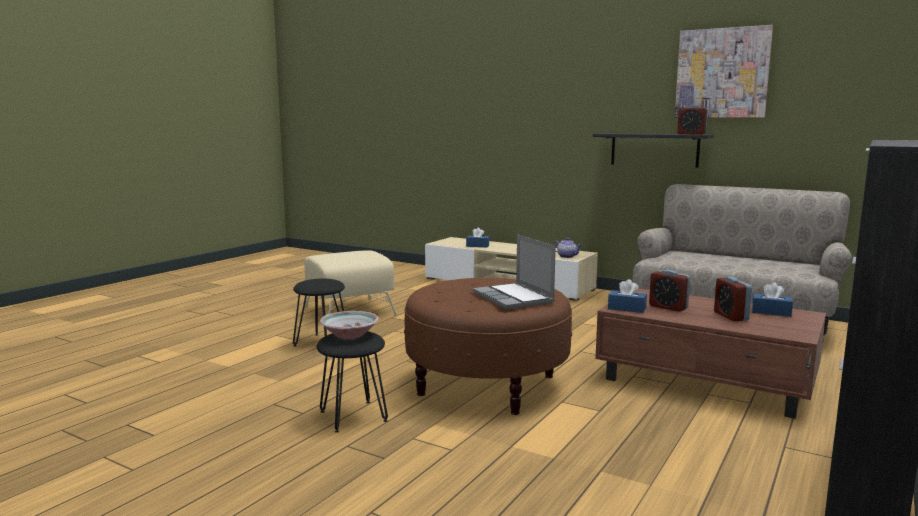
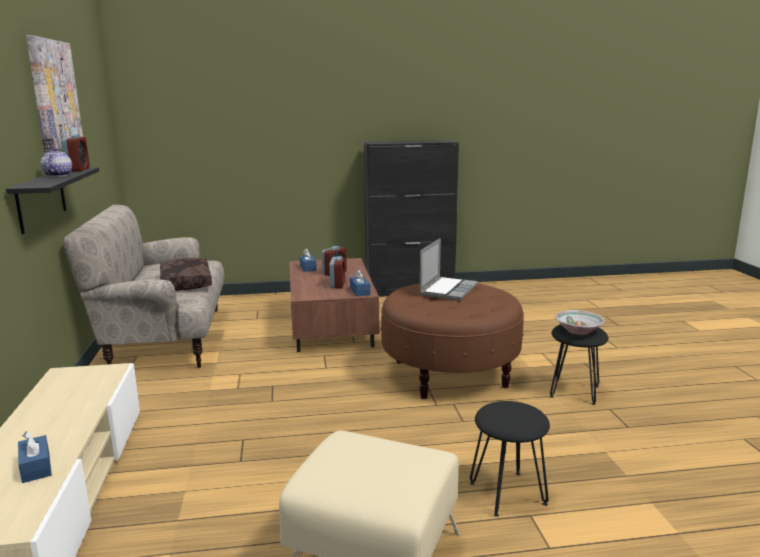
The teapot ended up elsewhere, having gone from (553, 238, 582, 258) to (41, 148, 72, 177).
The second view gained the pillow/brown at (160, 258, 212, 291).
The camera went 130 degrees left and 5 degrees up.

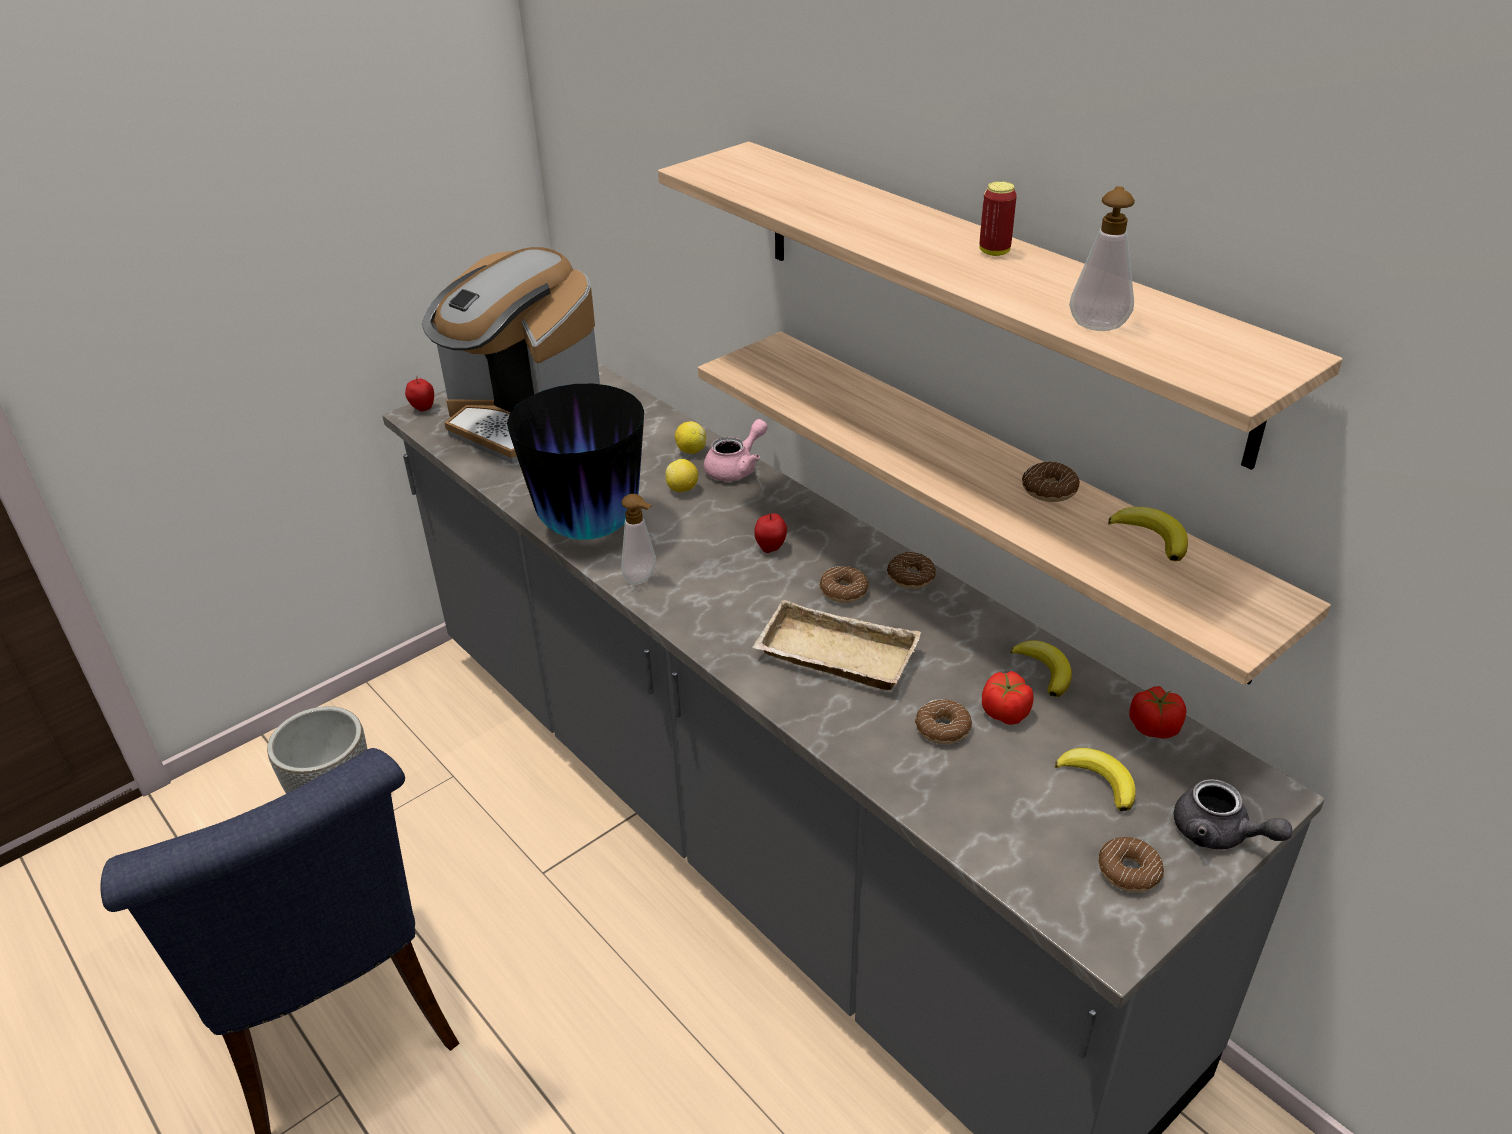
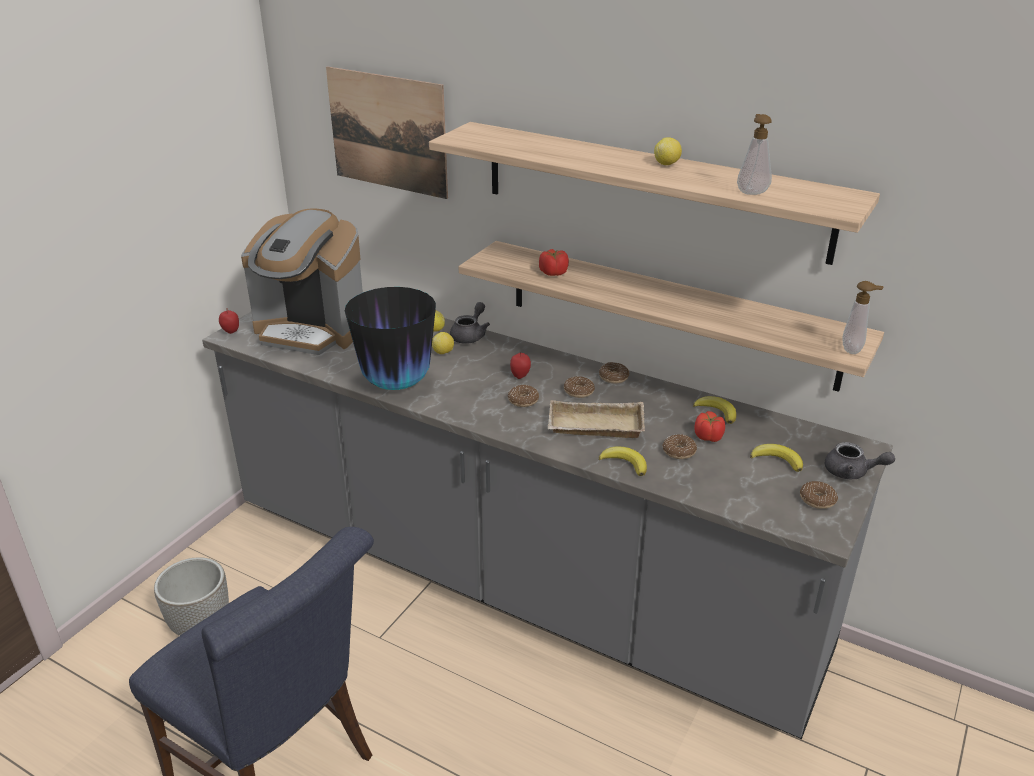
The second view gained the picture at (326, 66, 448, 199).
What was the teapot/pink at (704, 419, 768, 481) turned into the teapot/grey at (450, 302, 490, 344).
The donut ended up elsewhere, having gone from (1022, 461, 1080, 502) to (508, 385, 539, 407).
The tomato ended up elsewhere, having gone from (1129, 686, 1187, 739) to (539, 249, 569, 276).
The banana ended up elsewhere, having gone from (1108, 507, 1188, 561) to (599, 447, 647, 476).
Where the can stood at (979, 181, 1017, 256), the lemon came to stand at (654, 137, 682, 165).
The soap dispenser ended up elsewhere, having gone from (621, 494, 656, 585) to (842, 281, 884, 354).
The camera went 20 degrees left and 5 degrees down.

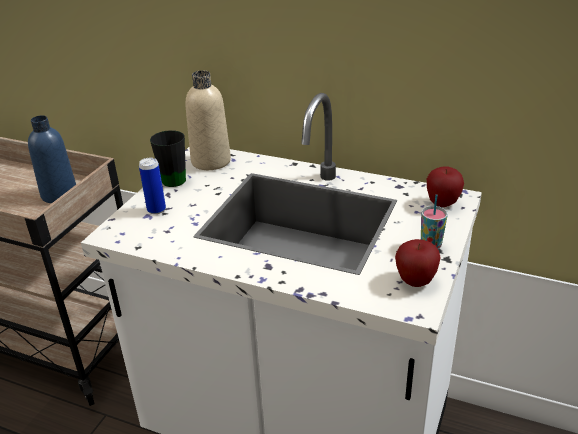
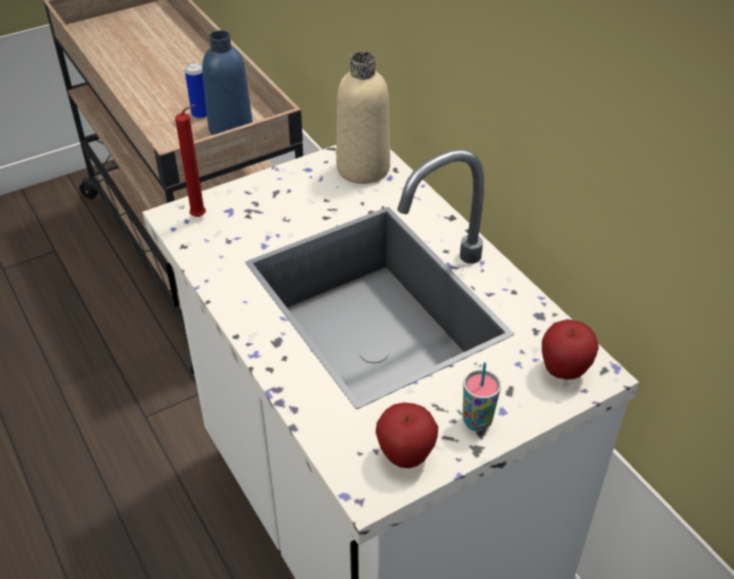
The second view gained the candle/red at (175, 104, 206, 217).
The can ended up elsewhere, having gone from (139, 158, 166, 214) to (185, 63, 207, 119).
The second view lost the mug/black at (150, 130, 186, 187).
The camera went 35 degrees right and 10 degrees up.

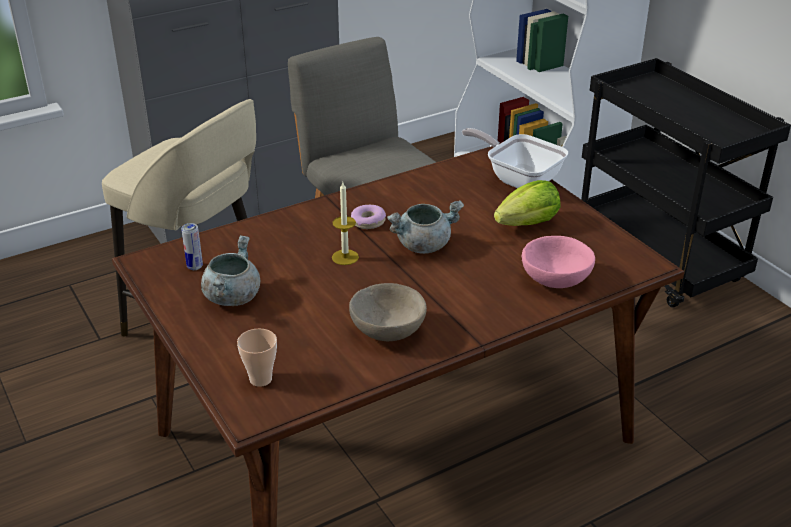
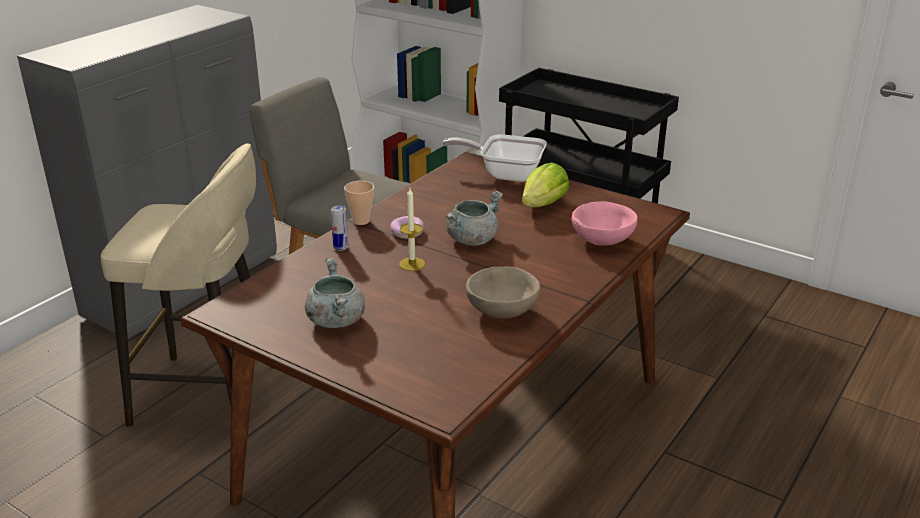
The can ended up elsewhere, having gone from (181, 223, 203, 270) to (331, 206, 348, 251).
The cup ended up elsewhere, having gone from (237, 329, 277, 387) to (344, 181, 374, 225).
The camera went 25 degrees left and 5 degrees down.

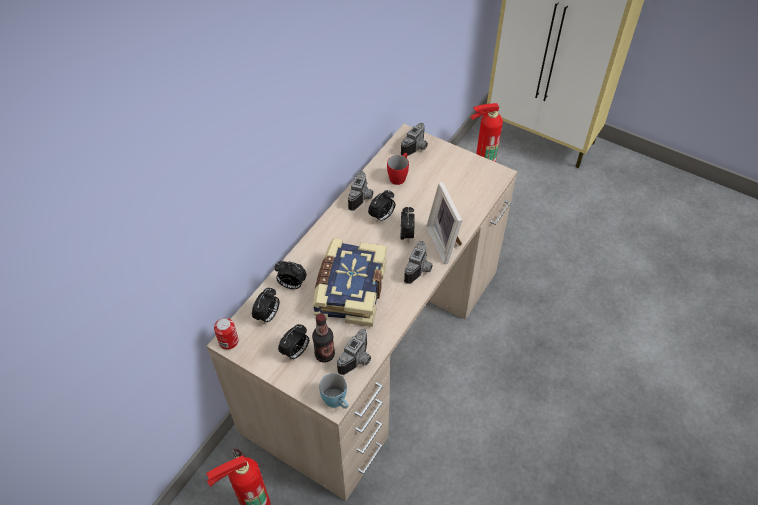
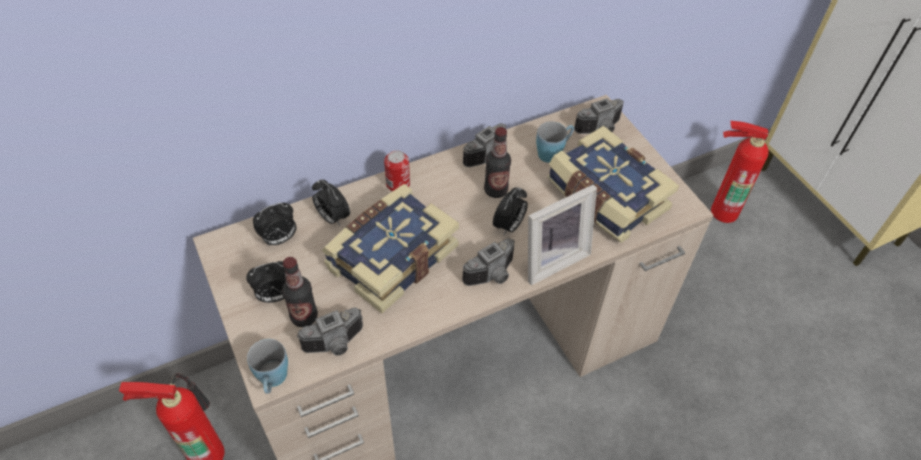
The can ended up elsewhere, having gone from (214, 318, 239, 350) to (384, 150, 410, 191).
Where the alarm clock stood at (368, 190, 395, 223), the bottle came to stand at (484, 127, 511, 198).
The picture frame at (426, 182, 462, 264) ended up facing another way, 135 degrees counterclockwise from before.
What was the mug/red at (387, 153, 409, 185) turned into the mug/blue at (536, 121, 574, 163).
The second view gained the book at (547, 126, 679, 243).
The camera went 30 degrees right and 0 degrees up.

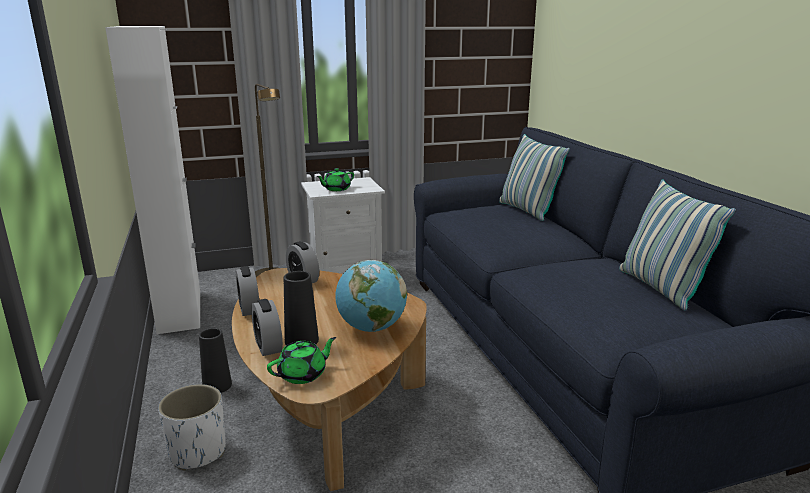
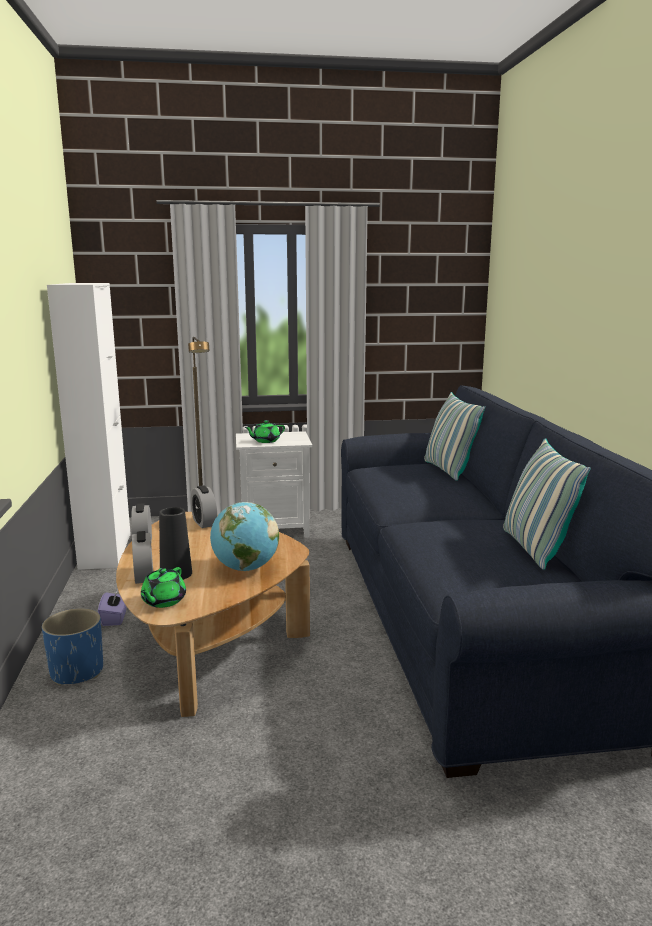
What was the planter/white at (158, 384, 226, 470) turned into the planter/blue at (42, 608, 103, 686).
Where the vase/black stood at (199, 328, 232, 393), the tissue box/purple came to stand at (98, 590, 127, 626).
The teapot/green at (267, 337, 336, 384) ended up facing another way, 135 degrees clockwise from before.
The camera went 10 degrees right and 5 degrees down.

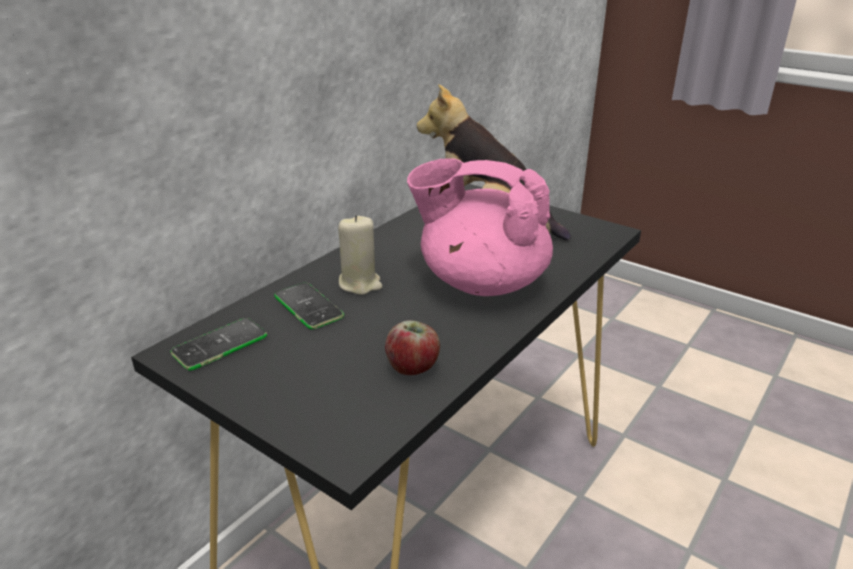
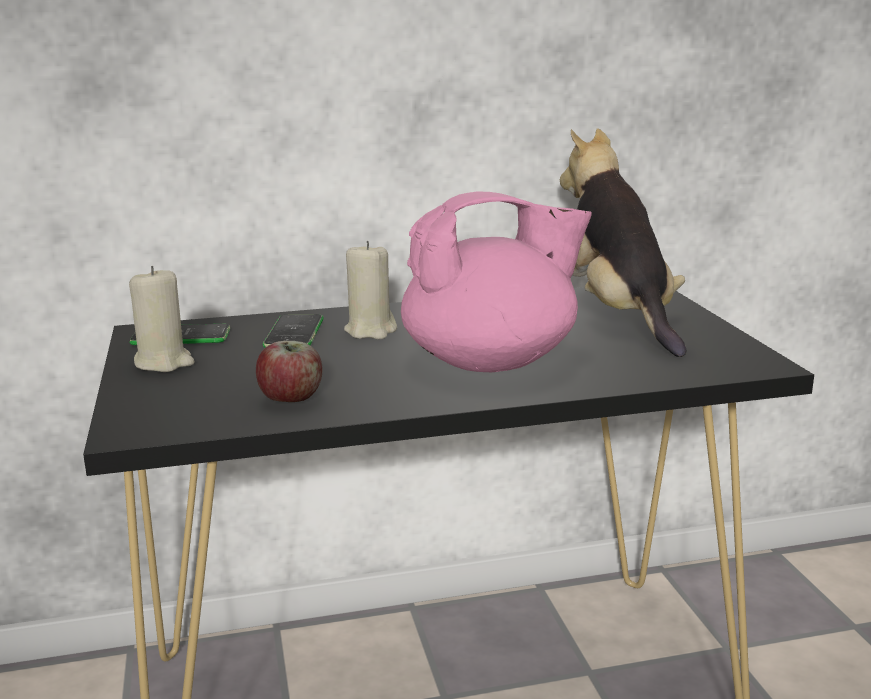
The second view gained the candle/beige at (129, 266, 195, 372).
The teapot/pink at (407, 158, 553, 296) ended up facing another way, 105 degrees clockwise from before.
The camera went 40 degrees right and 10 degrees down.

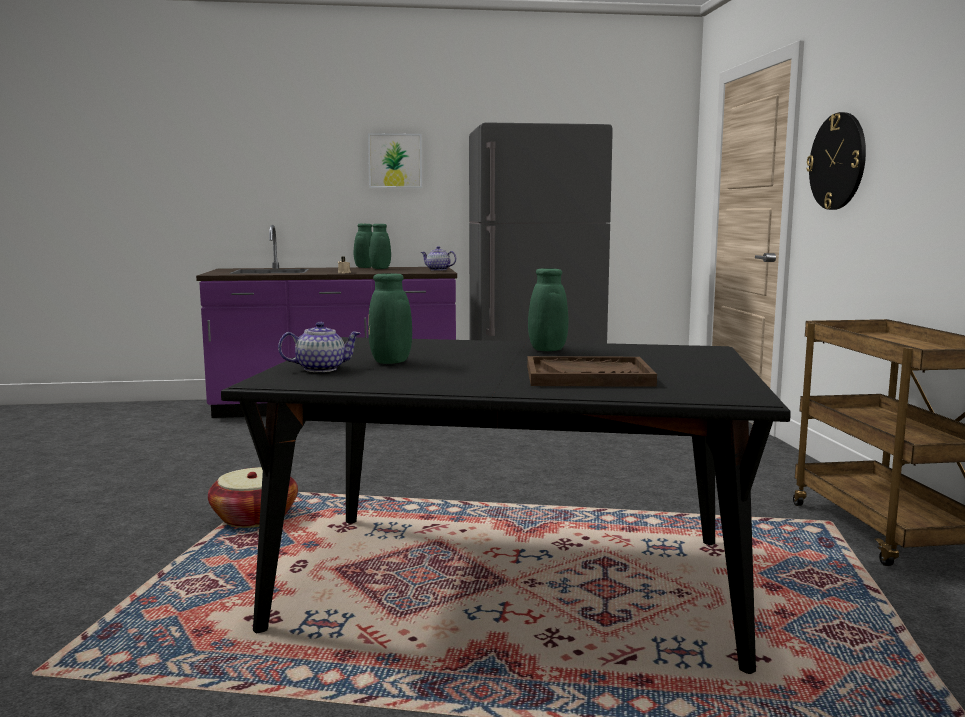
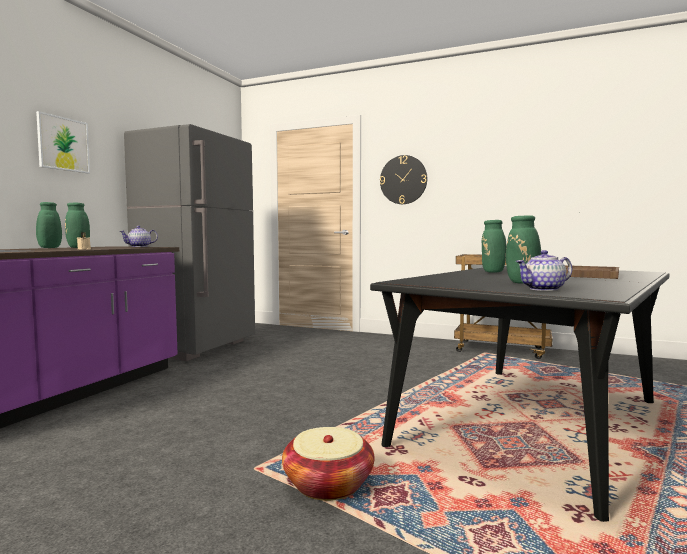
The teapot at (278, 322, 361, 372) ended up facing another way, 120 degrees counterclockwise from before.
The camera went 60 degrees left and 5 degrees down.

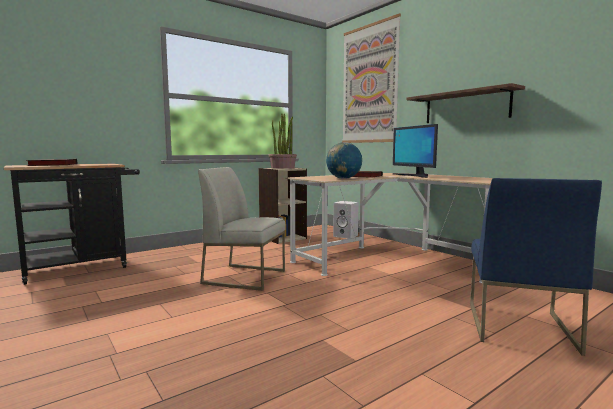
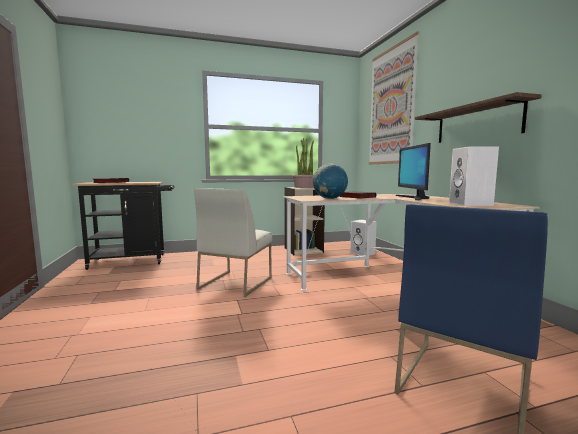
The chair/white at (198, 167, 285, 291) ended up facing another way, 105 degrees counterclockwise from before.
The second view gained the speaker/white at (449, 147, 499, 206).
The camera went 20 degrees right and 0 degrees up.

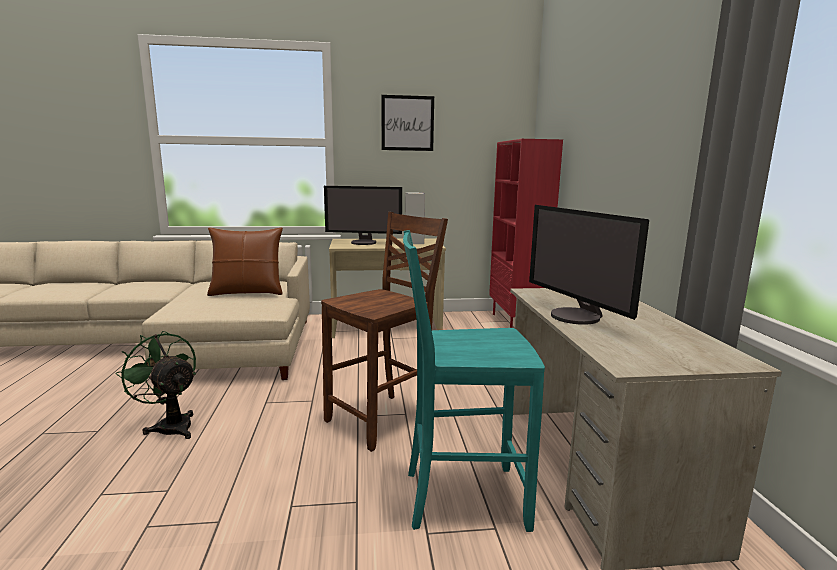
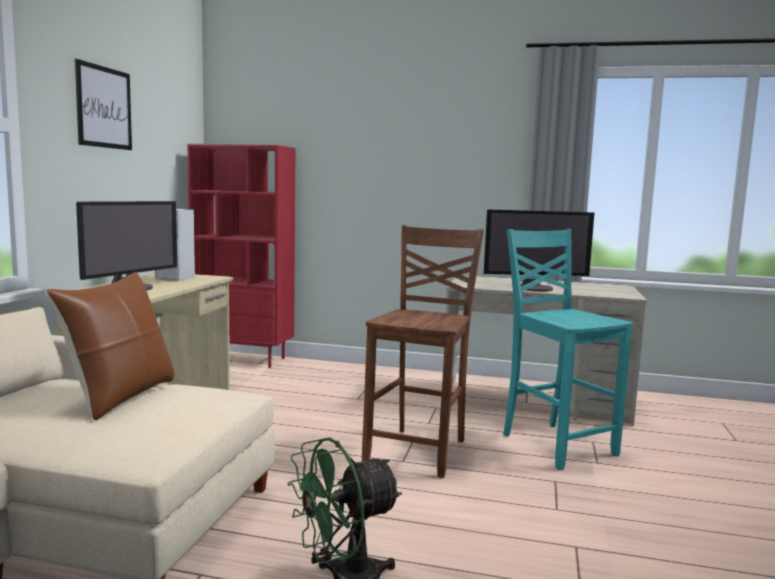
The chair/brown at (321, 212, 448, 452) ended up facing another way, 45 degrees clockwise from before.
The chair/turquoise at (403, 230, 545, 532) ended up facing another way, 135 degrees clockwise from before.
The camera went 70 degrees left and 5 degrees down.

